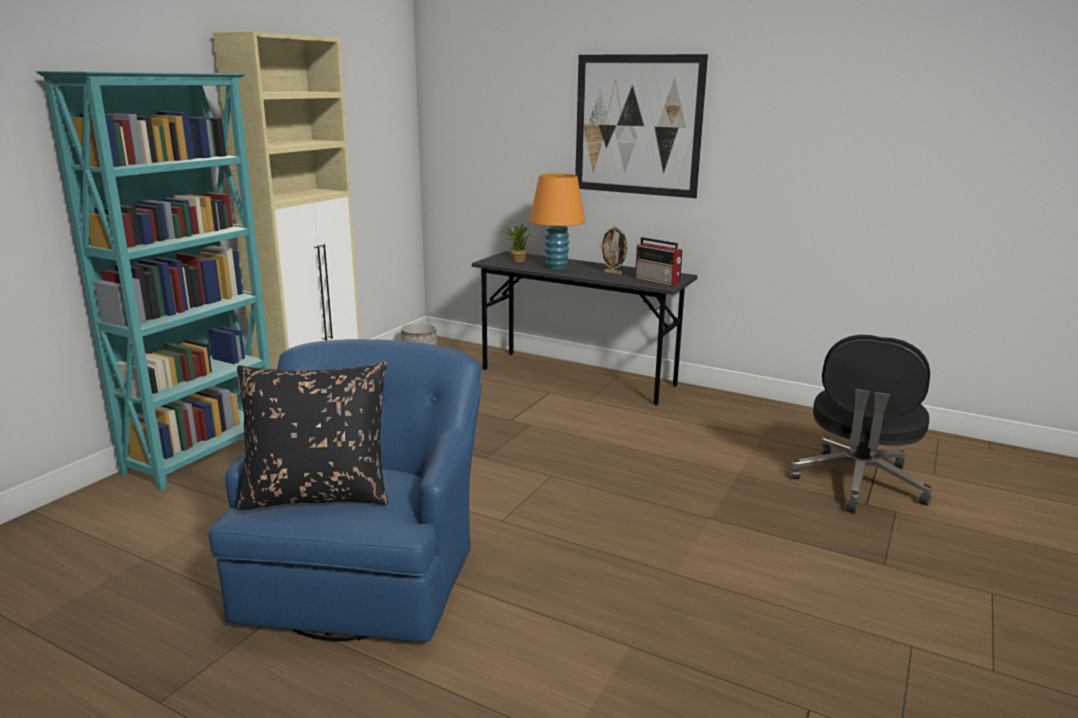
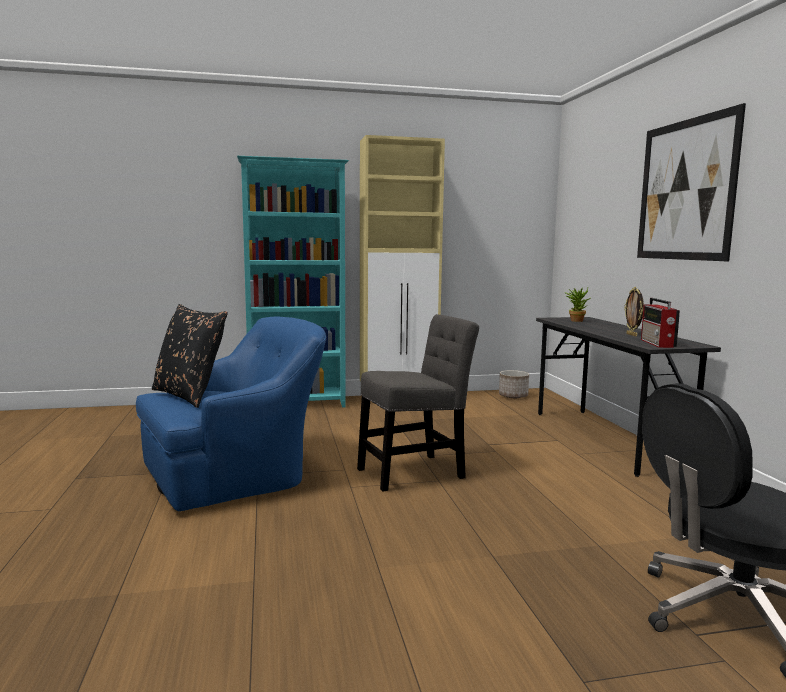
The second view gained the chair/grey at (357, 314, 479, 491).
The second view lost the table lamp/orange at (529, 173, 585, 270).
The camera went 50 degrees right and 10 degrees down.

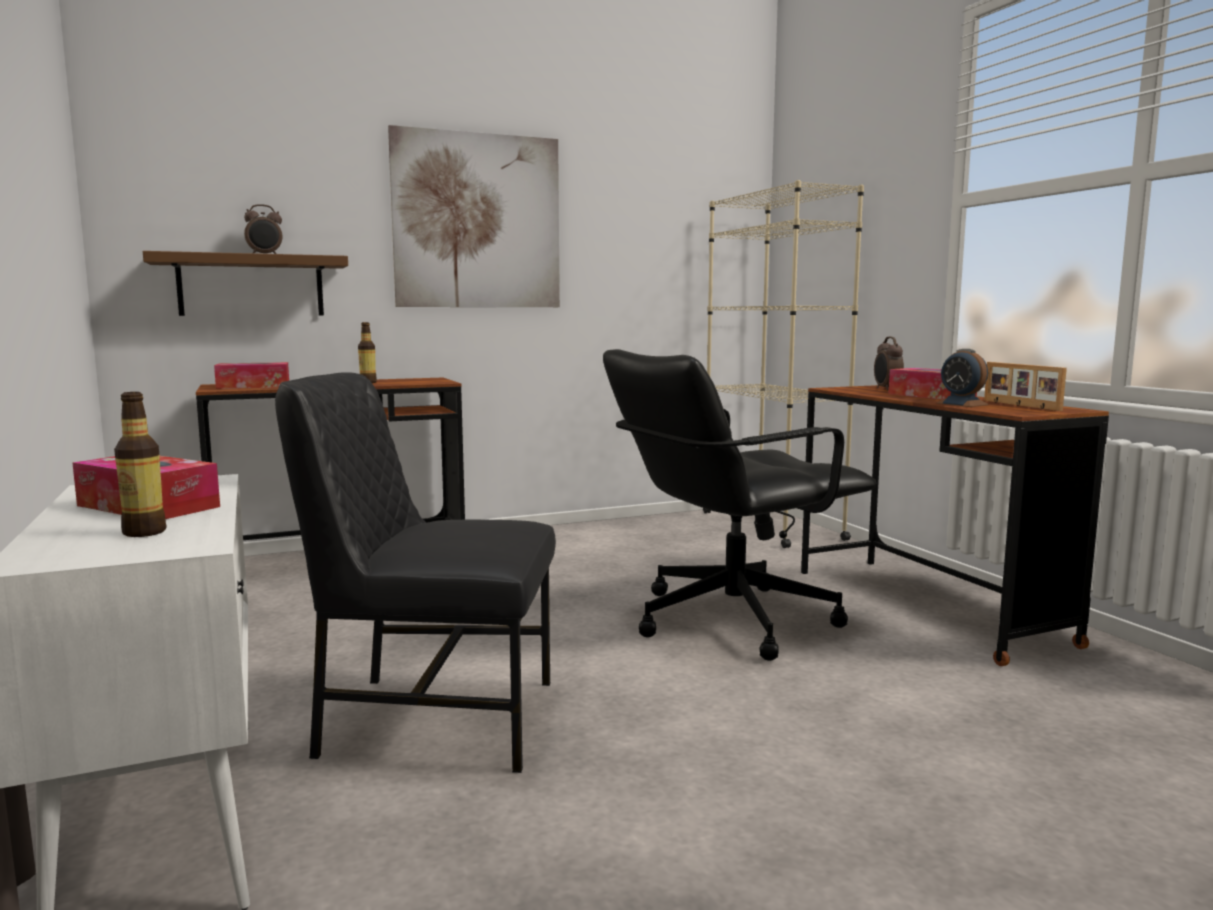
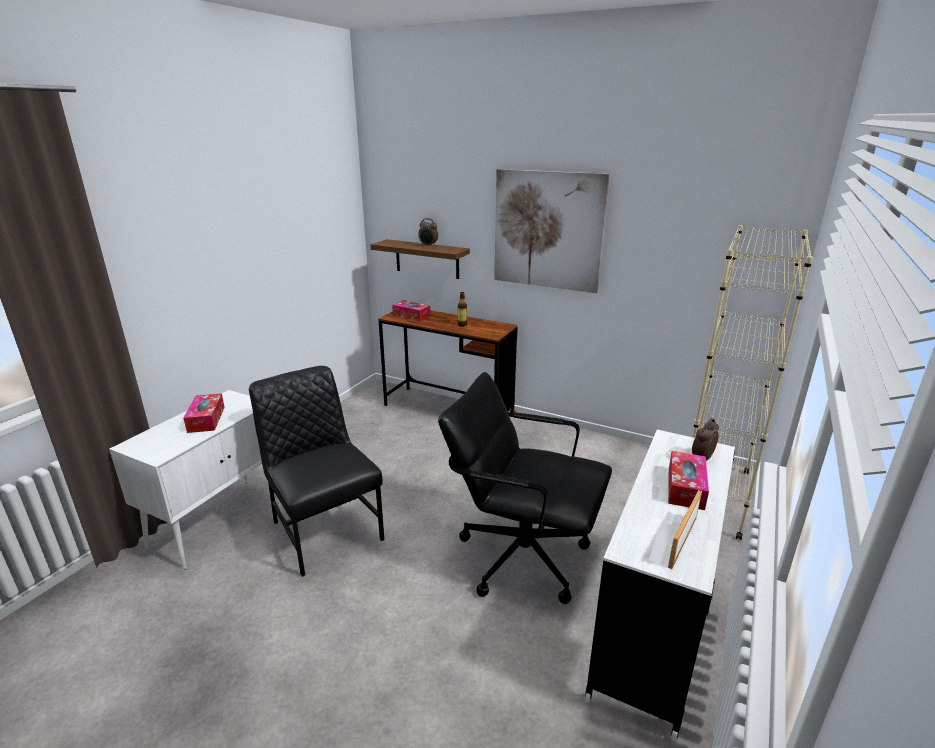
What was the desk/brown at (801, 385, 1109, 666) turned into the desk/white at (585, 429, 735, 741).
The second view lost the bottle at (114, 392, 167, 537).
The second view lost the alarm clock at (936, 349, 989, 407).
The camera went 50 degrees right and 15 degrees up.

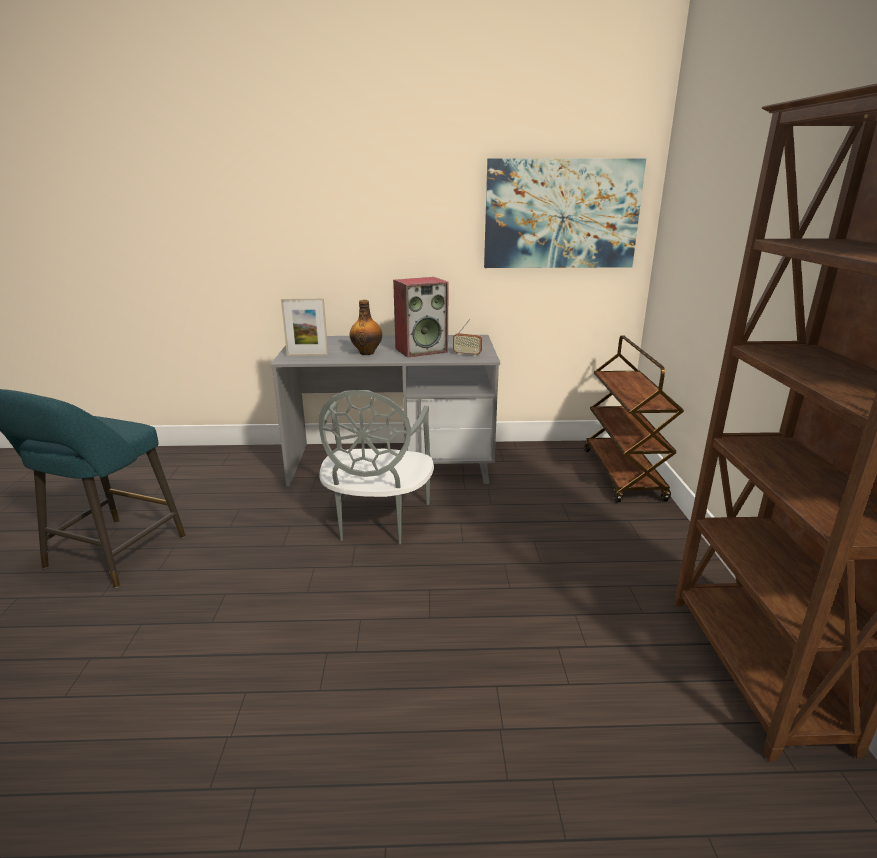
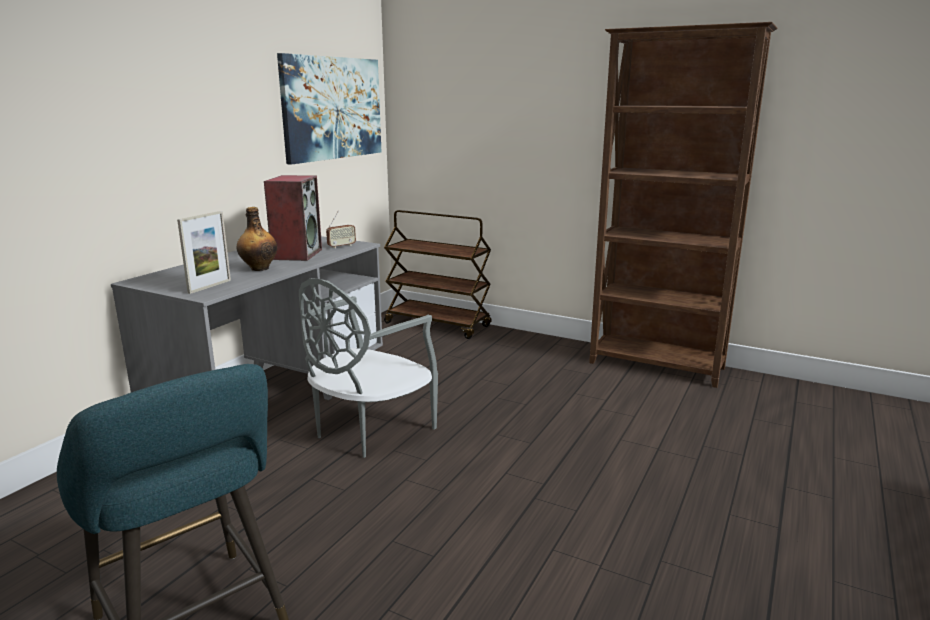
The chair/grey at (319, 390, 434, 544) ended up facing another way, 90 degrees clockwise from before.
The camera went 60 degrees left and 5 degrees down.

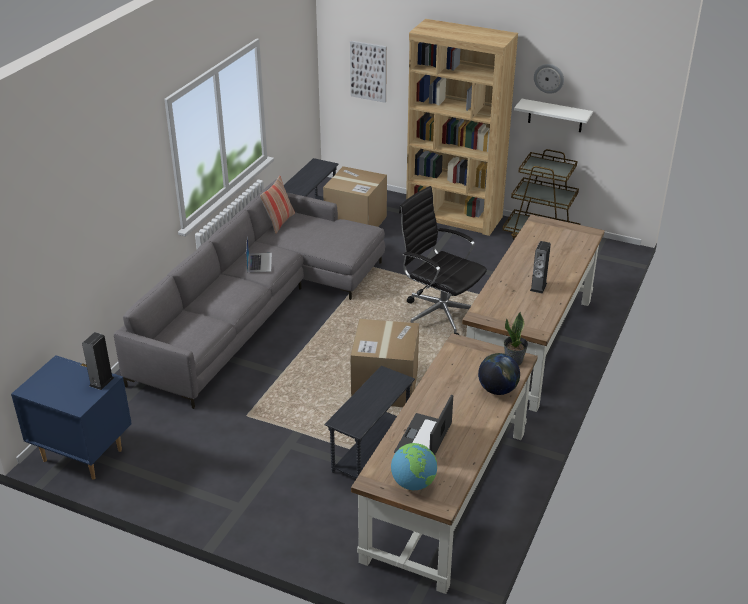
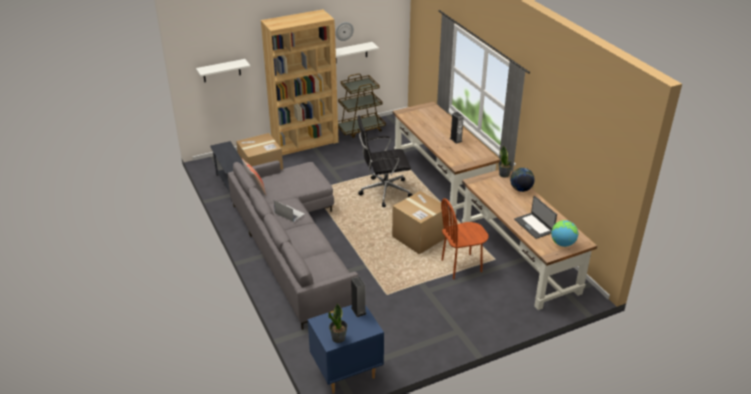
Where the picture hung at (350, 41, 387, 103), the shelf/white came to hang at (196, 59, 250, 82).
The second view gained the potted plant at (328, 303, 348, 343).
Where the side table/grey stood at (325, 366, 415, 479), the chair/brown came to stand at (441, 198, 489, 279).
The camera went 50 degrees left and 0 degrees up.

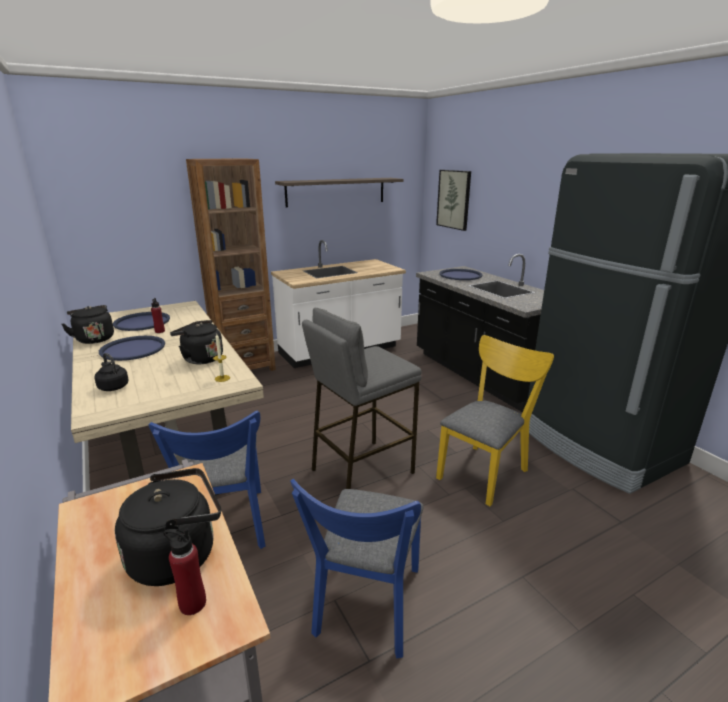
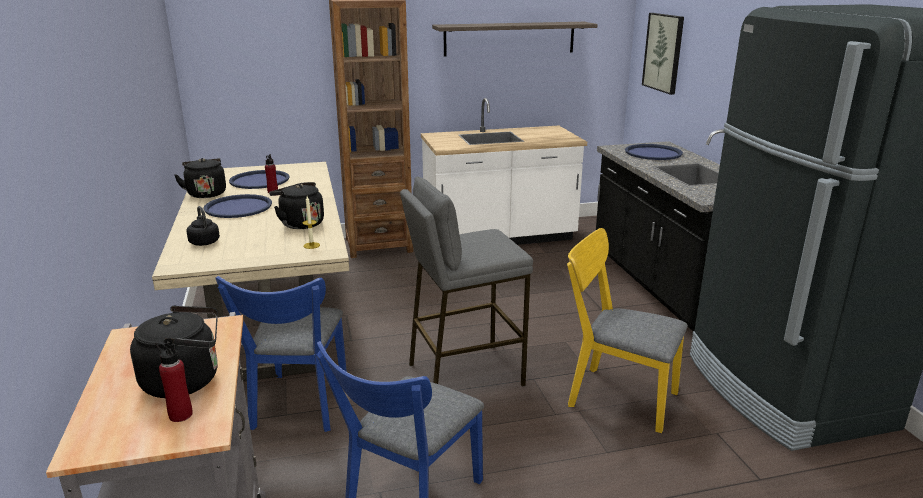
The chair/yellow at (436, 335, 554, 506) ended up facing another way, 120 degrees counterclockwise from before.
The camera went 15 degrees right and 0 degrees up.

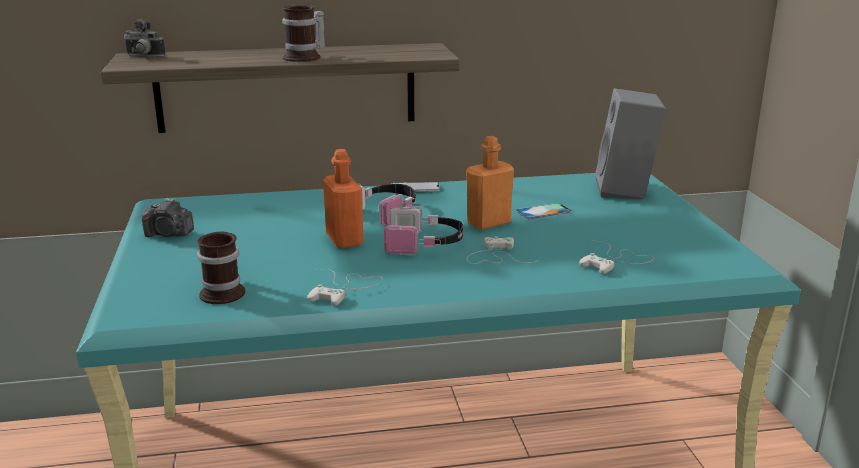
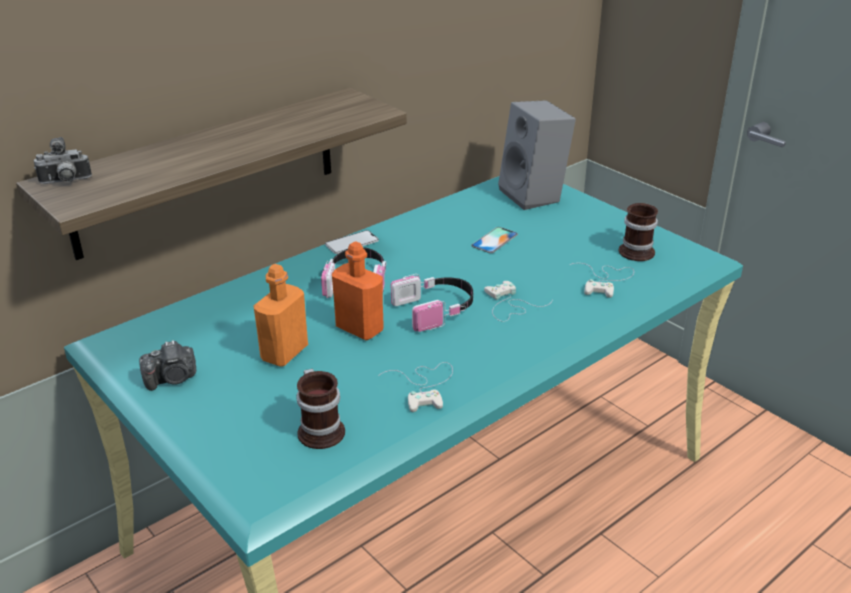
The bottle/orange ended up elsewhere, having gone from (466, 136, 514, 230) to (253, 264, 308, 367).
The mug ended up elsewhere, having gone from (282, 5, 325, 62) to (619, 203, 658, 261).
The camera went 30 degrees left and 10 degrees up.

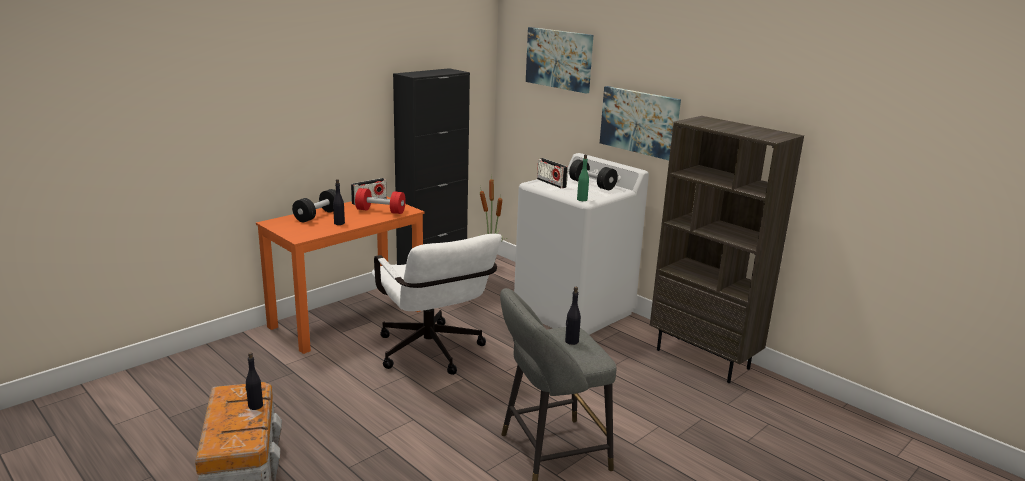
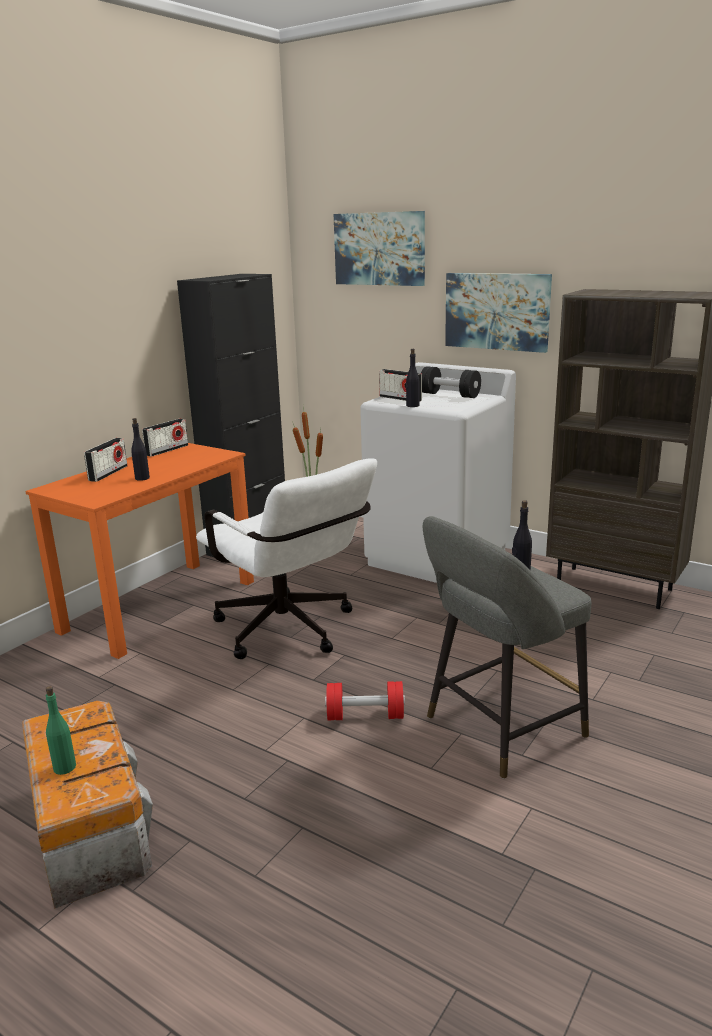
The bottle/green ended up elsewhere, having gone from (577, 155, 589, 201) to (46, 686, 76, 775).
Where the dumbbell/black stood at (292, 189, 336, 222), the radio came to stand at (84, 438, 127, 482).
The dumbbell/red ended up elsewhere, having gone from (355, 188, 406, 214) to (325, 681, 405, 720).
The bottle/black ended up elsewhere, having gone from (246, 352, 263, 410) to (406, 349, 419, 407).
The camera went 10 degrees left and 0 degrees up.

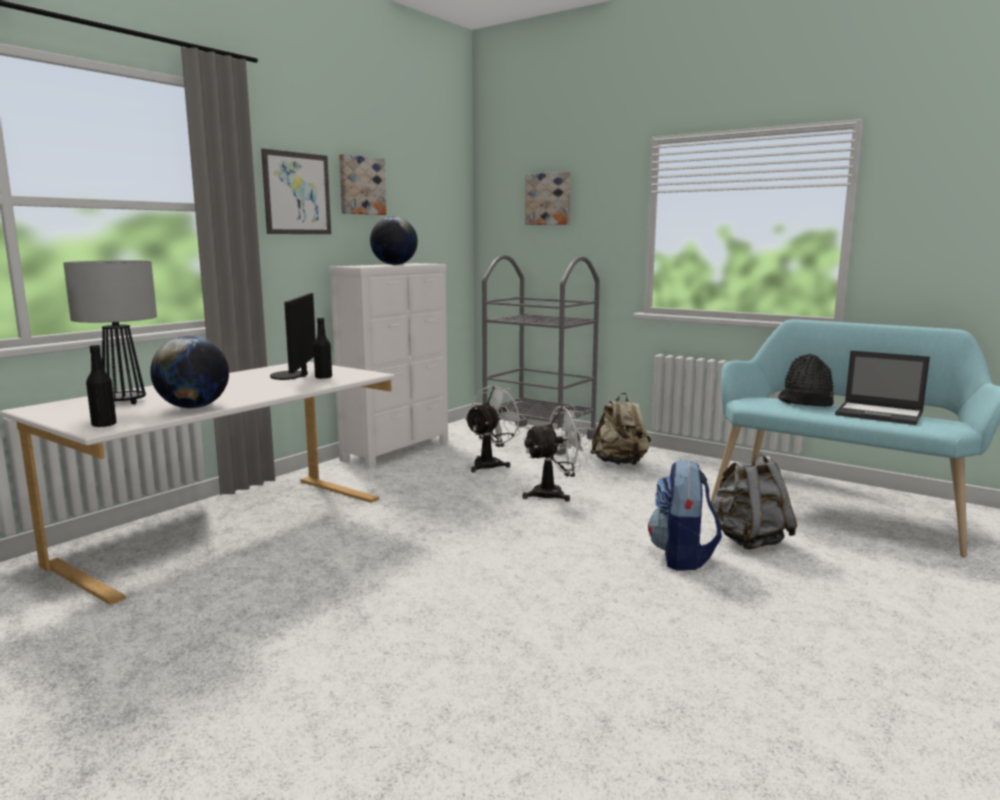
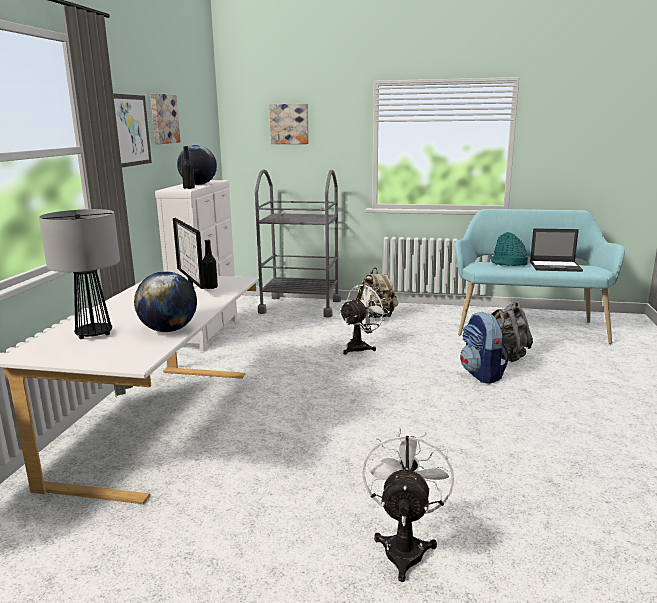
The bottle/black ended up elsewhere, having gone from (86, 345, 117, 427) to (181, 146, 195, 189).
The fan/white ended up elsewhere, having gone from (465, 385, 526, 472) to (362, 428, 454, 582).
What was the hat/black at (778, 354, 834, 407) turned into the hat/turquoise at (491, 232, 528, 266).
The camera went 25 degrees left and 5 degrees up.

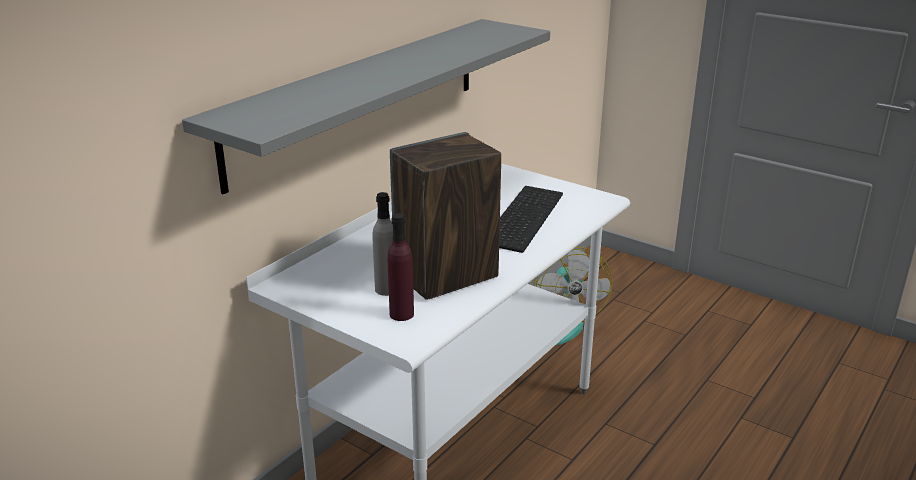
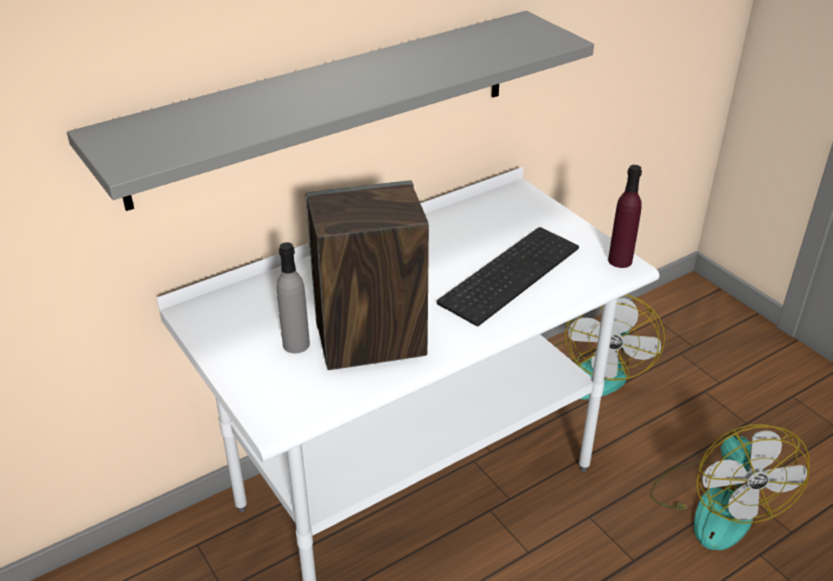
The bottle/purple ended up elsewhere, having gone from (388, 213, 414, 321) to (608, 165, 642, 268).
The second view gained the fan at (650, 424, 809, 550).
The camera went 20 degrees right and 10 degrees up.

